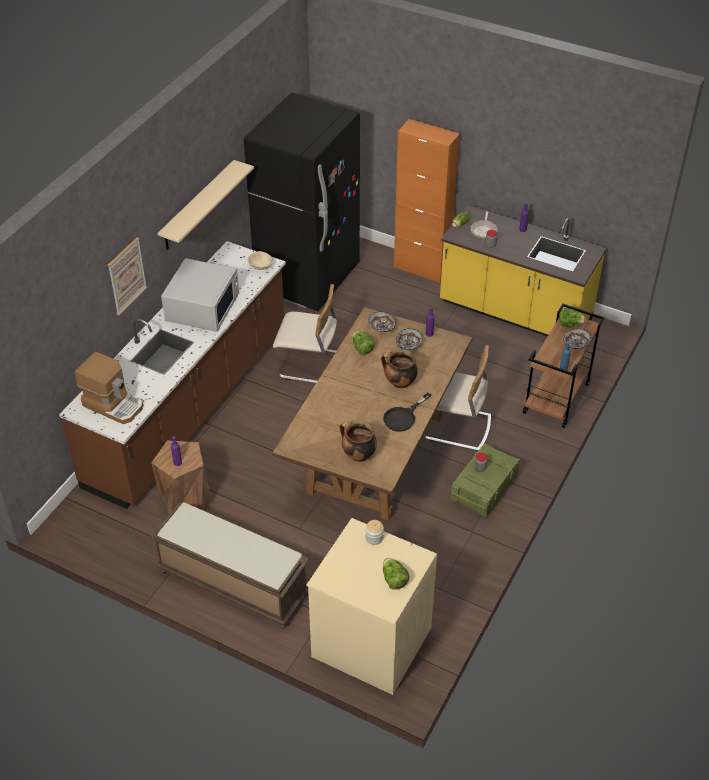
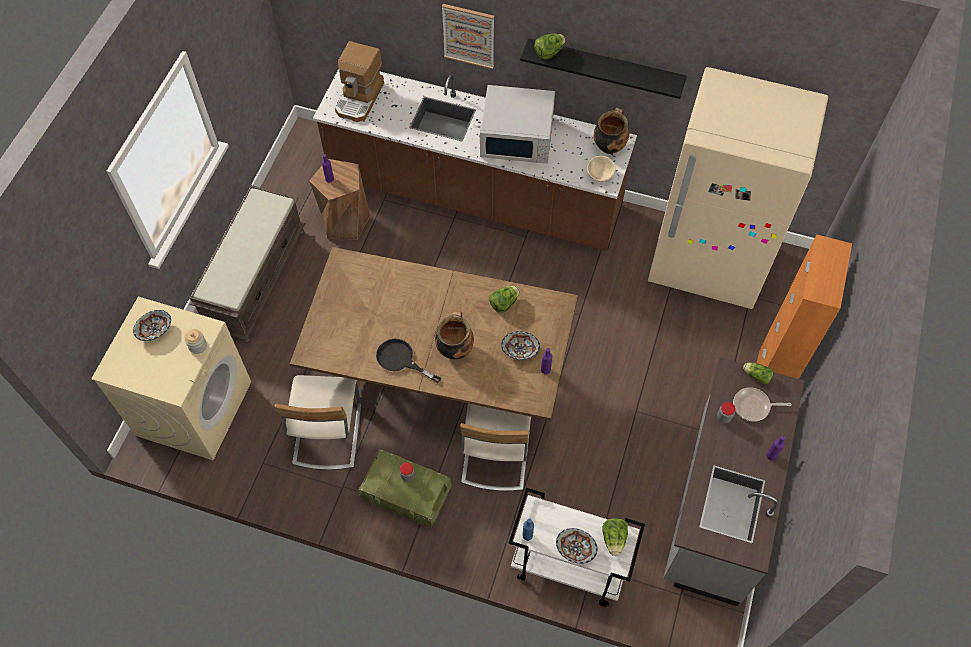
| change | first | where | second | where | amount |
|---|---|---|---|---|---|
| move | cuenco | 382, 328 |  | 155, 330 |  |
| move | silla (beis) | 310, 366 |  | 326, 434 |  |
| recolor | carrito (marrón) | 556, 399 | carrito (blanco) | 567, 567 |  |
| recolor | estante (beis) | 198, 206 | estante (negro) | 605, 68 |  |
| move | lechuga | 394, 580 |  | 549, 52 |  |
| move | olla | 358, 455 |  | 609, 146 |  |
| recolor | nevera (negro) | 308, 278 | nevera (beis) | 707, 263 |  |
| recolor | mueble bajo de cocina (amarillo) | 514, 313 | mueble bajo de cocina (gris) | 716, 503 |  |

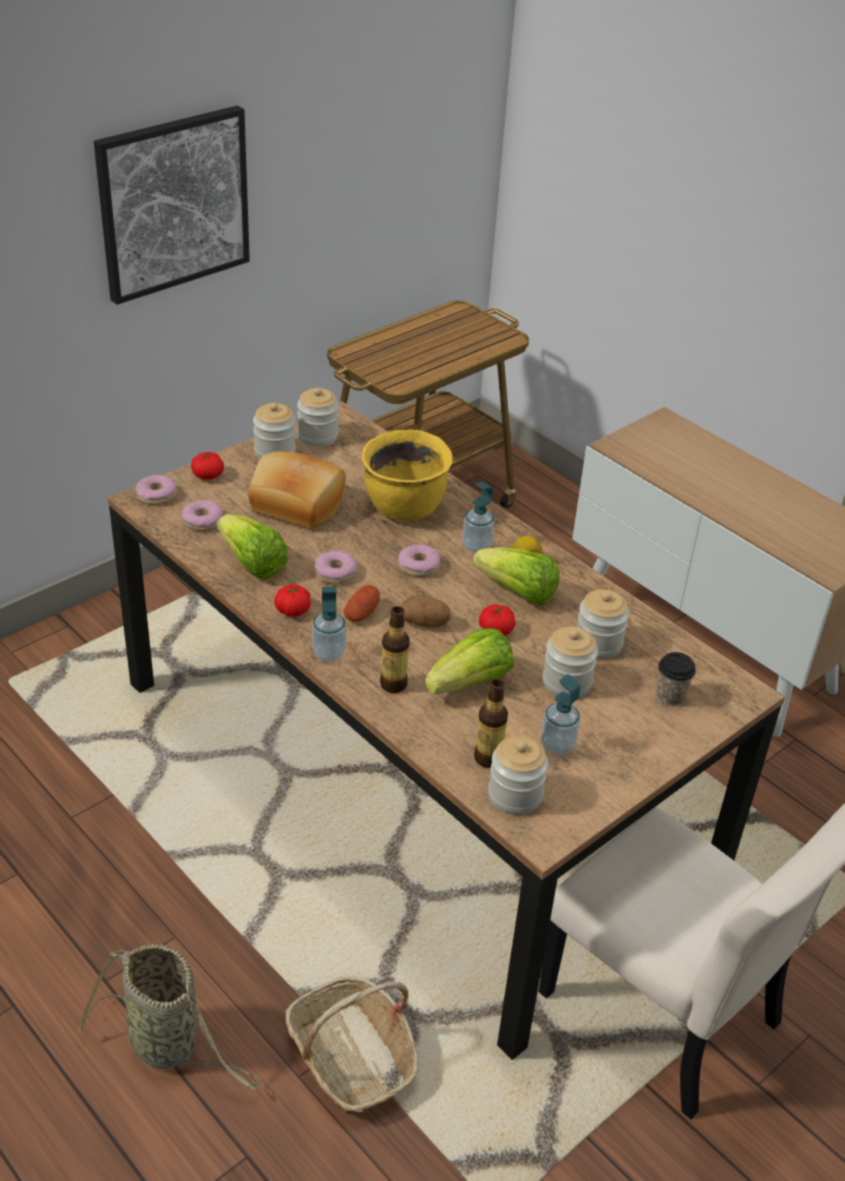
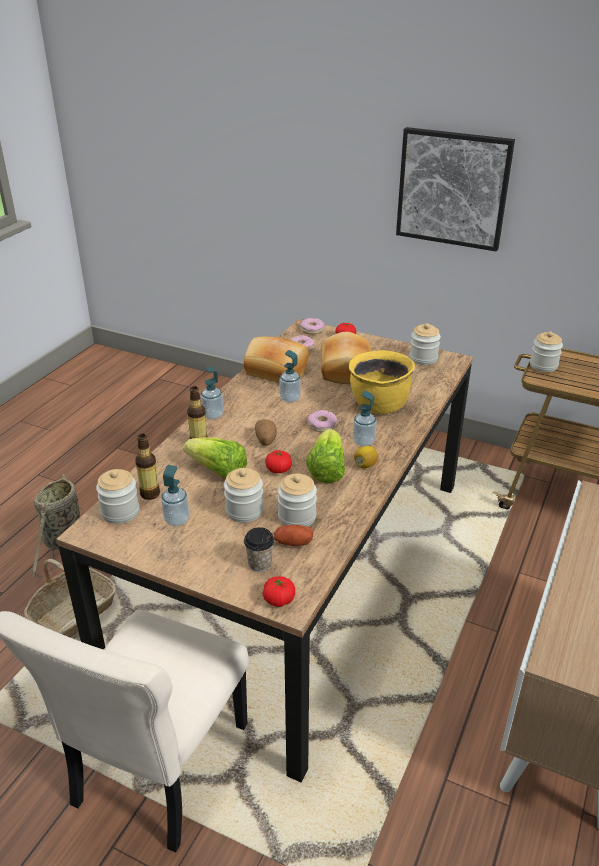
| change | first | where | second | where | amount |
|---|---|---|---|---|---|
| replace | lechuga | 252, 563 | pan | 275, 371 |  |
| move | tomate | 293, 610 |  | 279, 599 |  |
| move | patata | 361, 613 |  | 293, 542 |  |
| replace | rosquilla | 335, 572 | dispensador de jabón | 290, 398 |  |
| move | tarro | 275, 452 |  | 543, 365 |  |

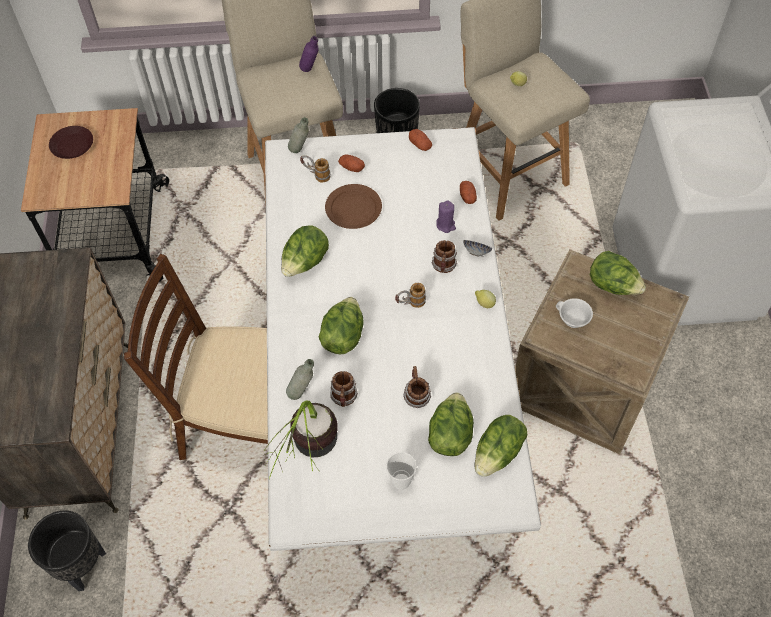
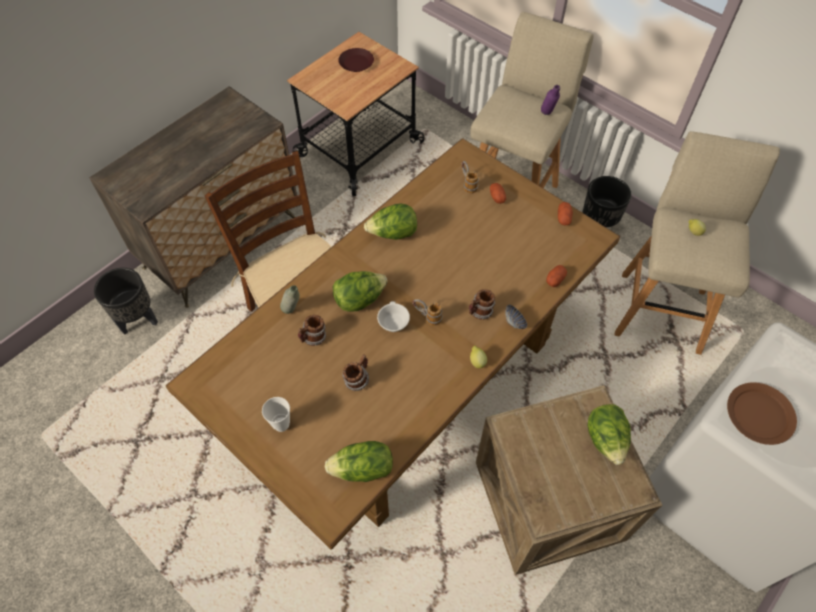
| change | first | where | second | where | amount |
|---|---|---|---|---|---|
| recolor | mesa de comedor (blanco) | 389, 393 | mesa de comedor (marrón) | 408, 382 |  |
| move | taza (blanco) | 572, 320 |  | 392, 323 |  |
| move | plato (marrón) | 354, 208 |  | 760, 415 |  |
| delete | planta en maceta | 310, 462 |  |  |  |
| delete | botella (gris) | 300, 152 |  |  |  |
| delete | lechuga | 450, 434 |  |  |  |
| delete | vela (morado) | 445, 225 |  |  |  |

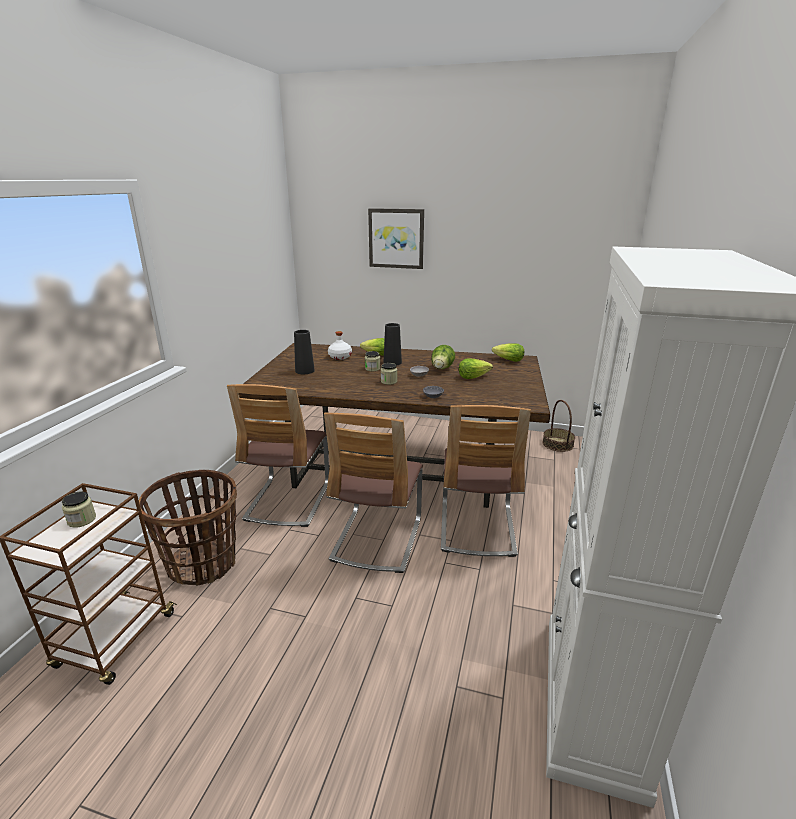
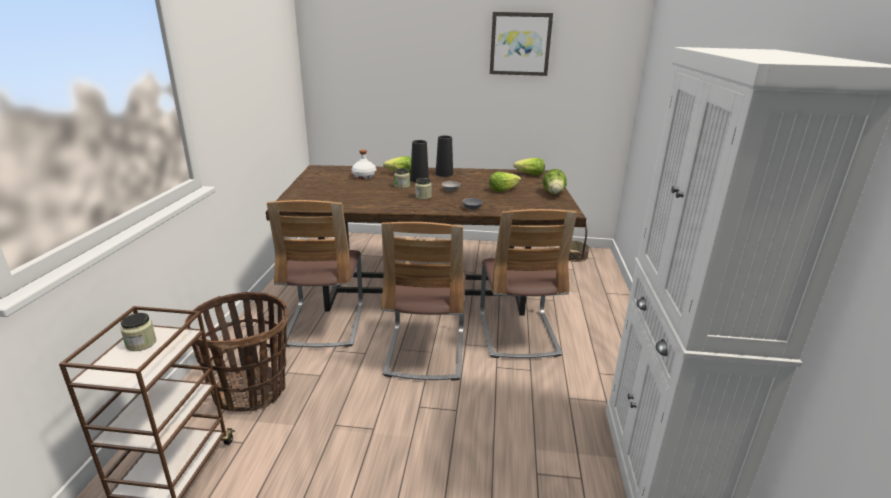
| change | first | where | second | where | amount |
|---|---|---|---|---|---|
| move | florero (negro) | 304, 371 |  | 444, 174 |  |
| move | cuadro | 396, 238 |  | 520, 44 |  |
| move | lechuga | 442, 369 |  | 554, 194 |  |

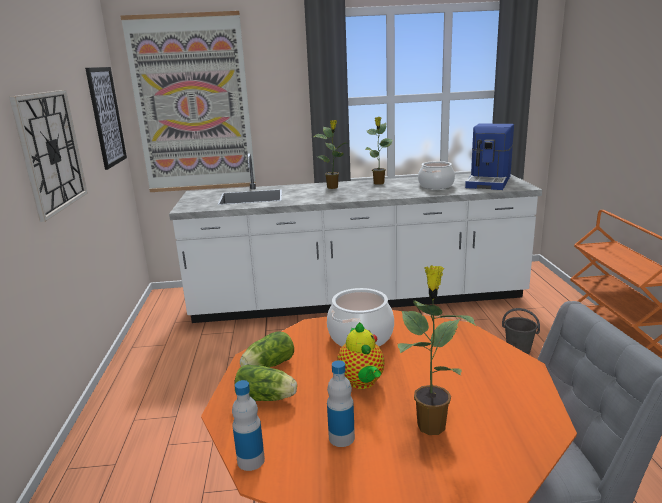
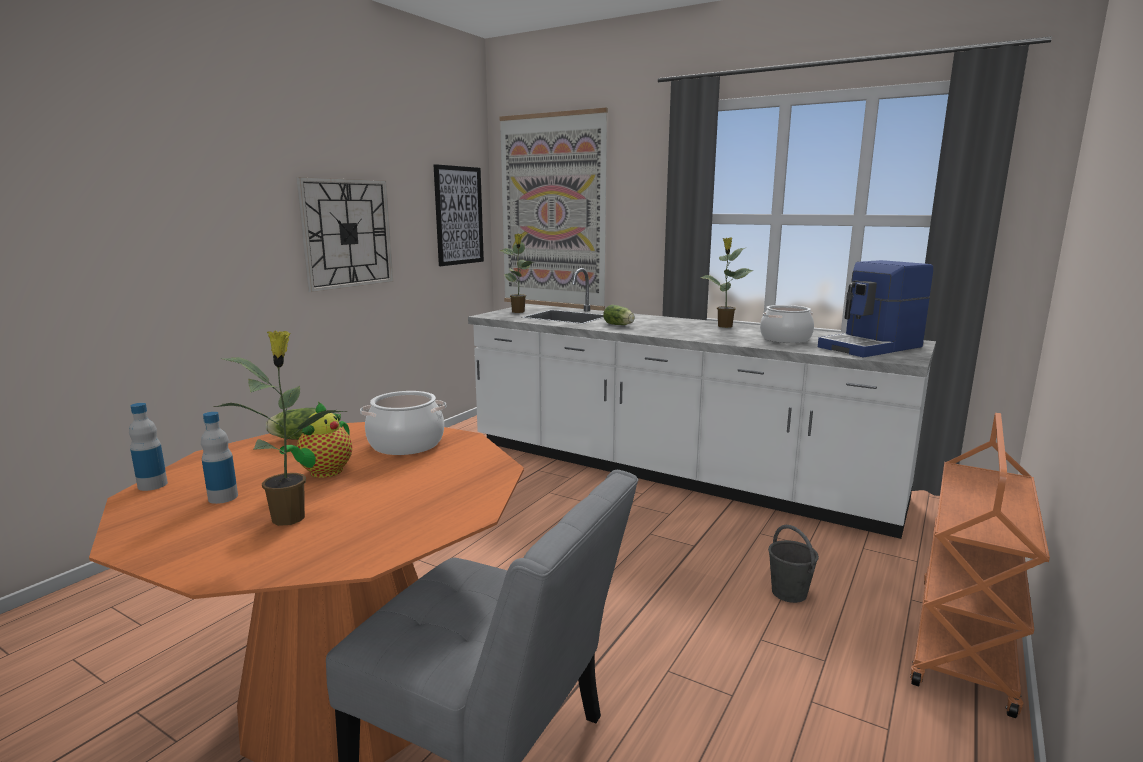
| change | first | where | second | where | amount |
|---|---|---|---|---|---|
| move | planta en maceta | 333, 187 |  | 518, 312 |  |
| move | lechuga | 267, 398 |  | 619, 325 |  |

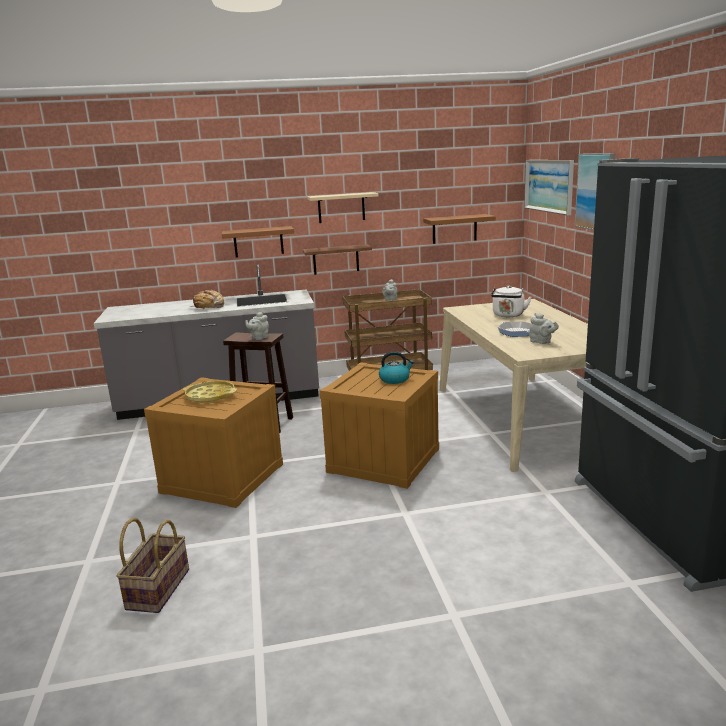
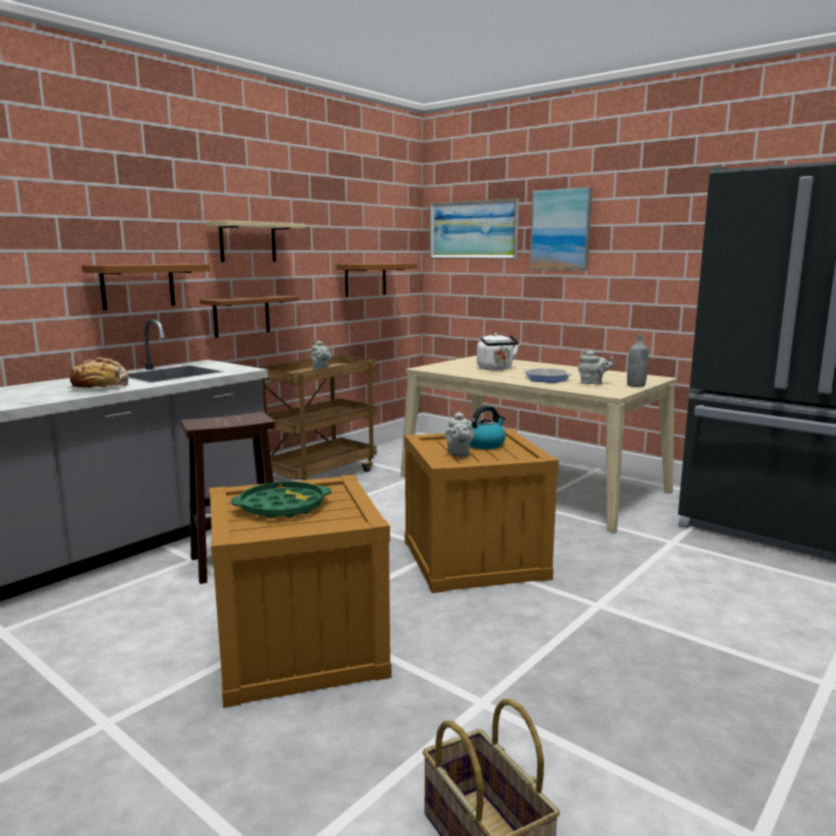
| change | first | where | second | where | amount |
|---|---|---|---|---|---|
| recolor | bandeja (amarillo) | 210, 396 | bandeja (verde) | 282, 507 |  |
| move | tetera (gris) | 259, 338 |  | 458, 454 |  |
| insert |  |  | botella (gris) | 636, 385 |  |

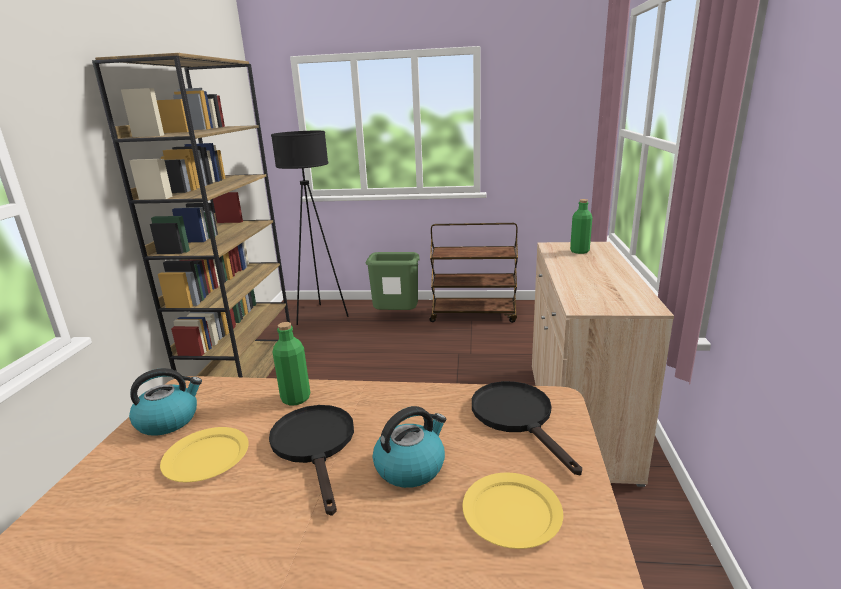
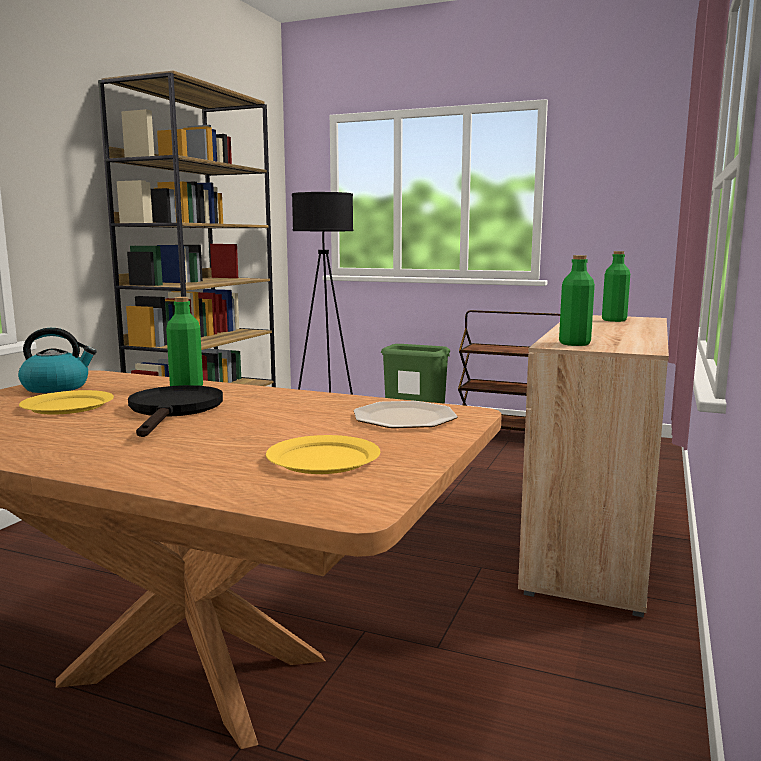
| change | first | where | second | where | amount |
|---|---|---|---|---|---|
| replace | sartén (negro) | 518, 418 | plato | 405, 417 |  |
| insert |  |  | botella (verde) | 574, 343 |  |
| delete | hervidor | 410, 466 |  |  |  |

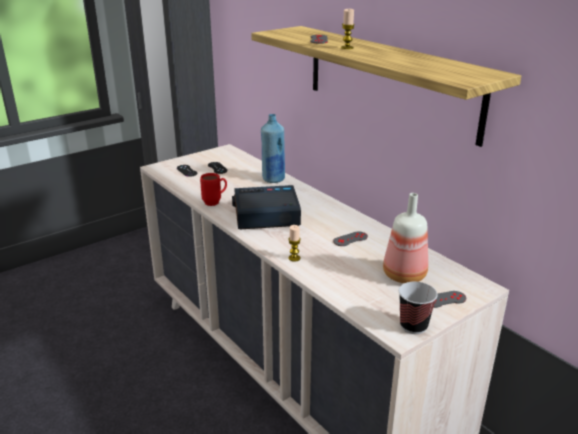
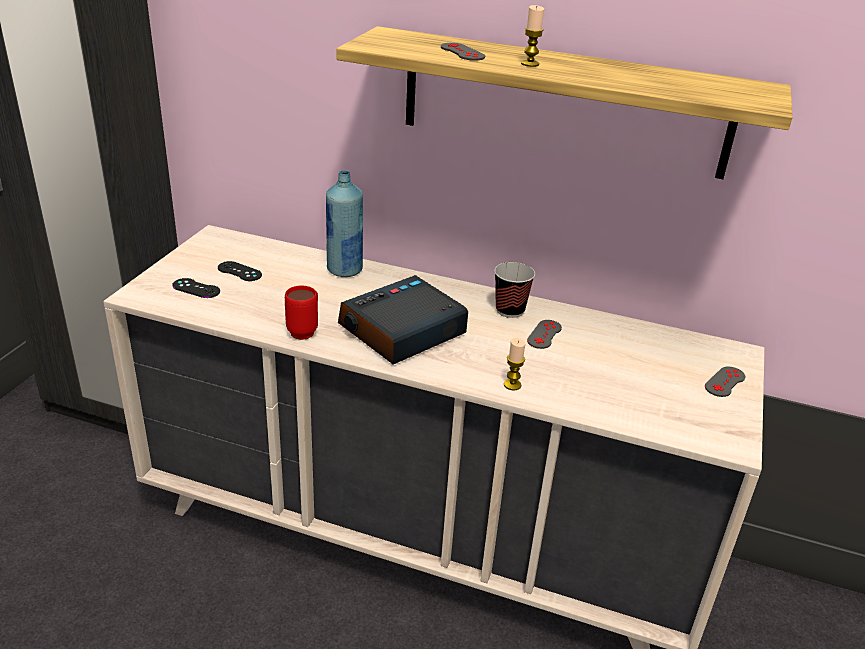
| change | first | where | second | where | amount |
|---|---|---|---|---|---|
| move | taza | 413, 326 |  | 510, 310 |  |
| delete | botella | 402, 275 |  |  |  |

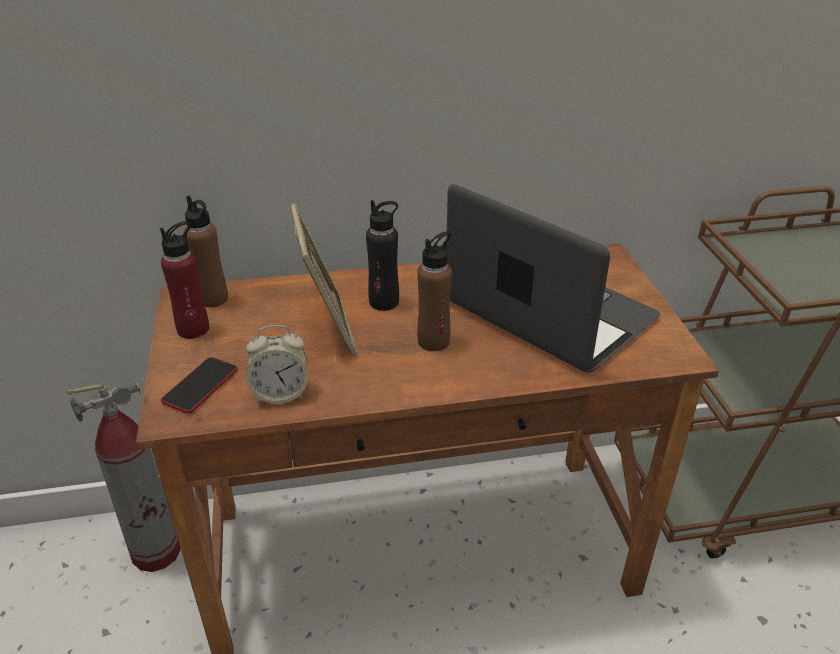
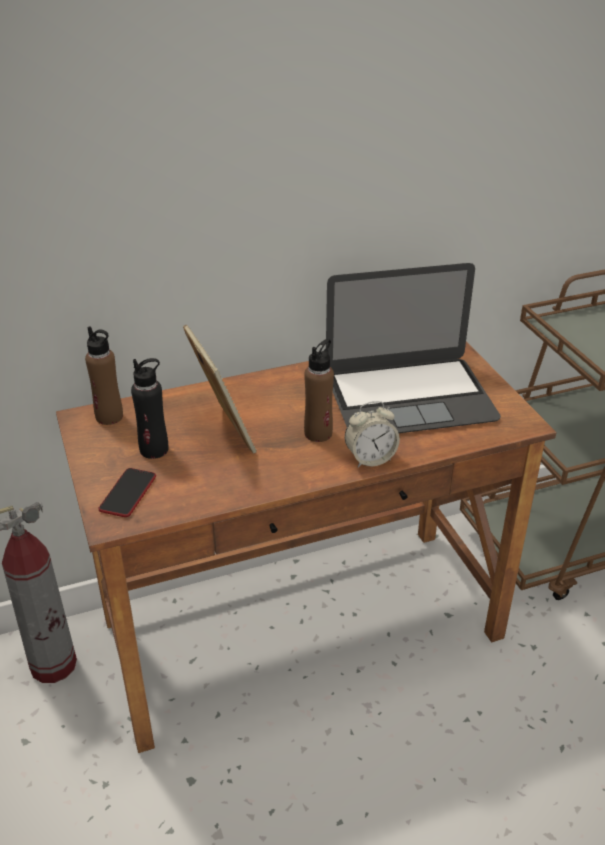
| change | first | where | second | where | amount |
|---|---|---|---|---|---|
| move | botella (negro) | 384, 302 |  | 154, 449 |  |
| rotate | portátil | 550, 310 |  | 409, 397 | 135 degrees clockwise |
| move | despertador | 280, 393 |  | 370, 458 |  |
| delete | botella (rojo) | 193, 329 |  |  |  |

